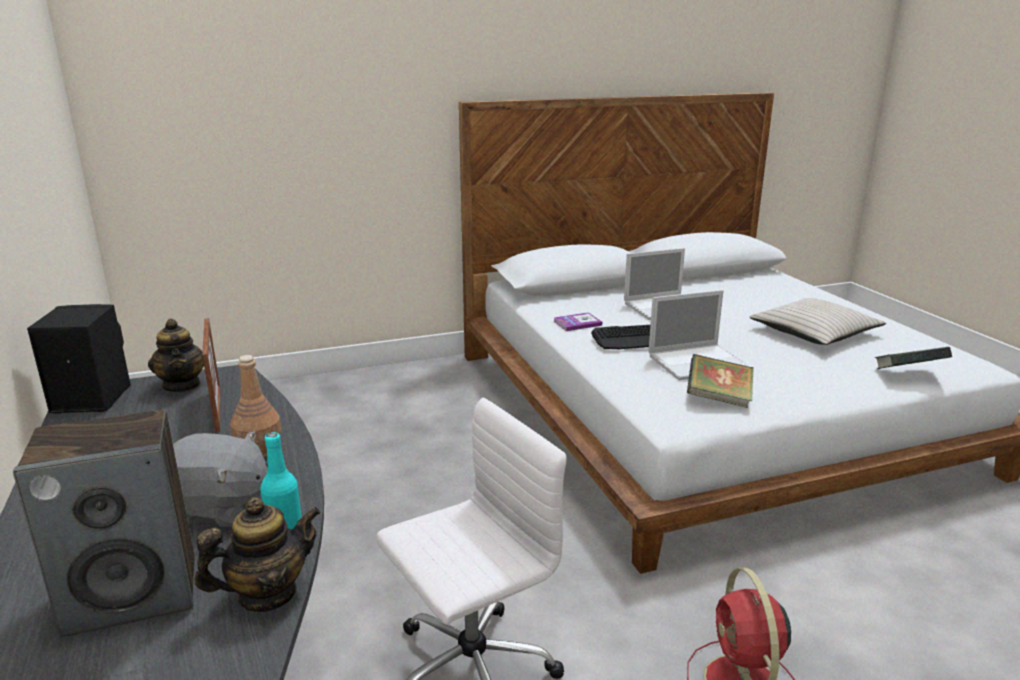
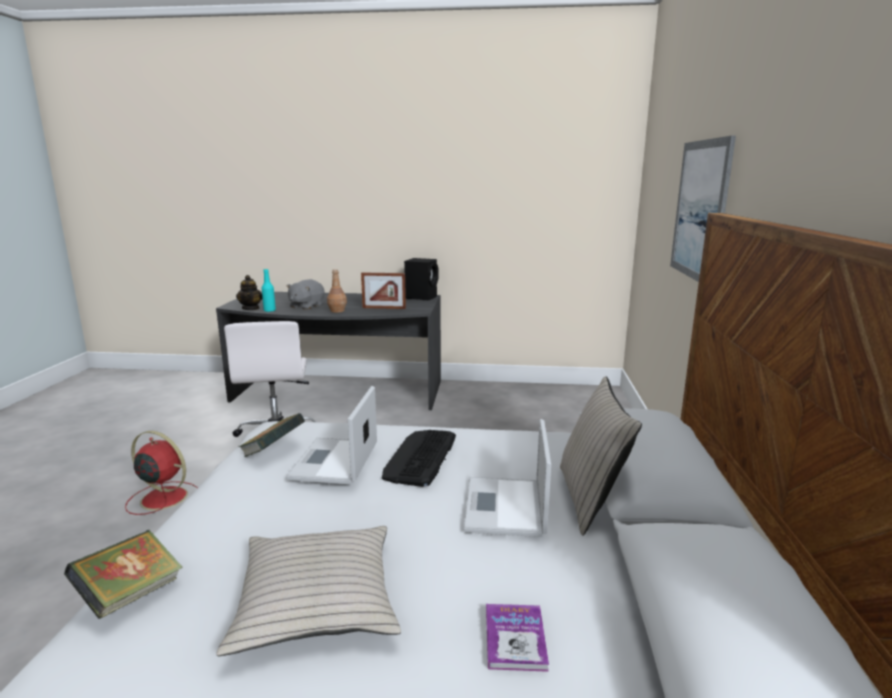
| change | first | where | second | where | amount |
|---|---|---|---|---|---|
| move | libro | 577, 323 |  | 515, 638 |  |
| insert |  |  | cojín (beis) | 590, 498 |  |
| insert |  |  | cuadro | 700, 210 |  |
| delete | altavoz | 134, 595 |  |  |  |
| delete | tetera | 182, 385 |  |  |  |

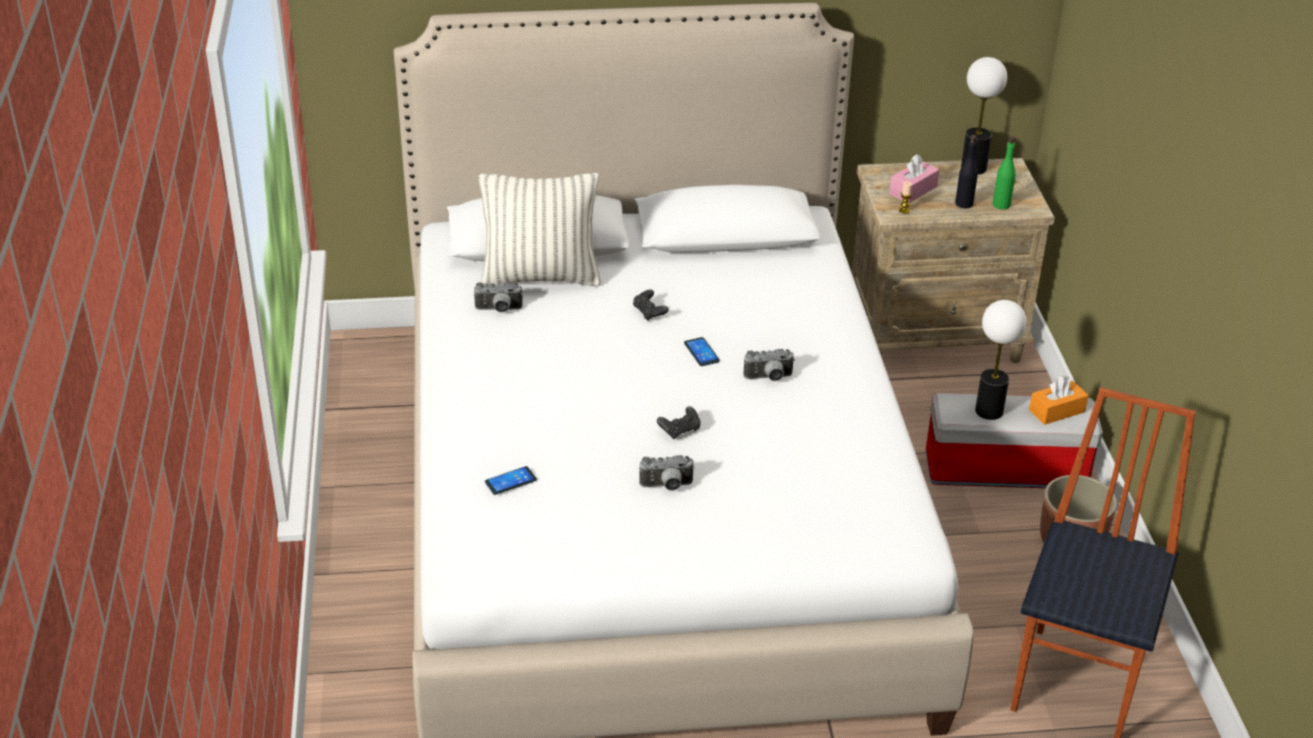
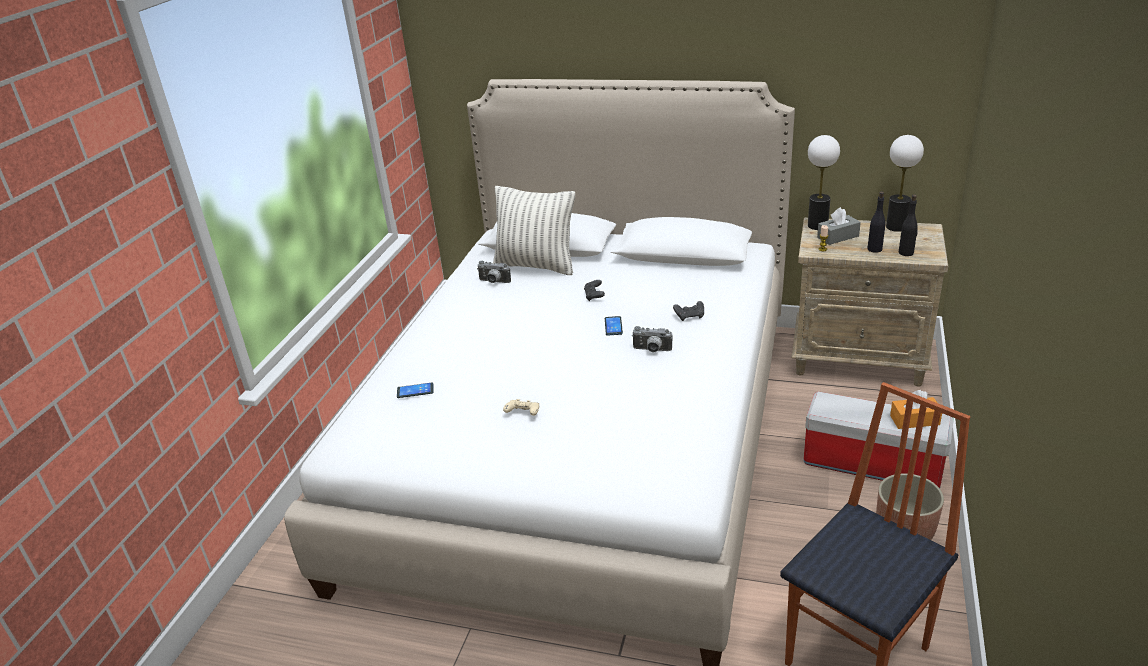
| change | first | where | second | where | amount |
|---|---|---|---|---|---|
| replace | cámara | 667, 487 | mando de consola (beis) | 523, 414 |  |
| move | mando de consola (negro) | 680, 430 |  | 690, 316 |  |
| move | lámpara de mesa | 989, 411 |  | 818, 226 |  |
| recolor | caja de pañuelos (rosa) | 913, 190 | caja de pañuelos (gris) | 838, 237 |  |
| recolor | botella (verde) | 1001, 205 | botella (negro) | 906, 253 |  |

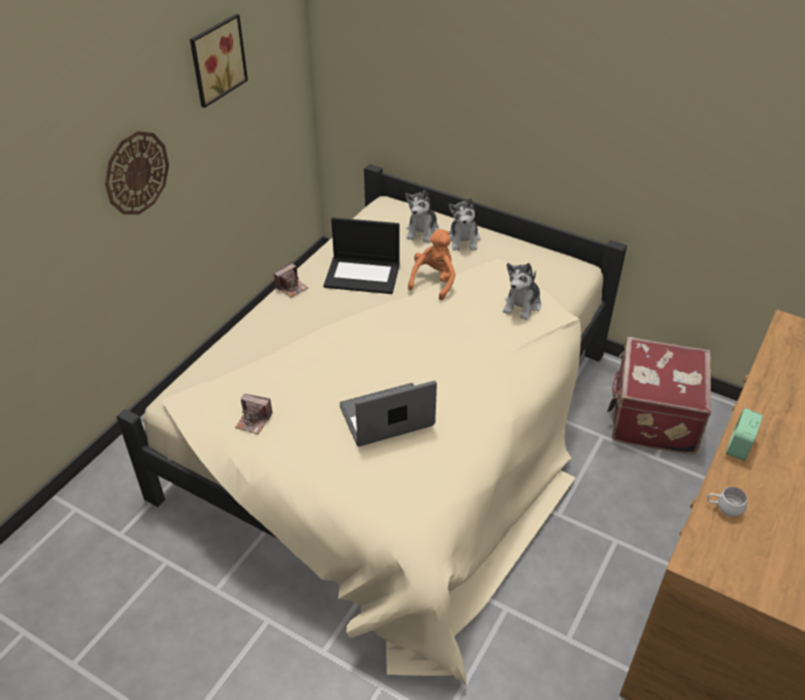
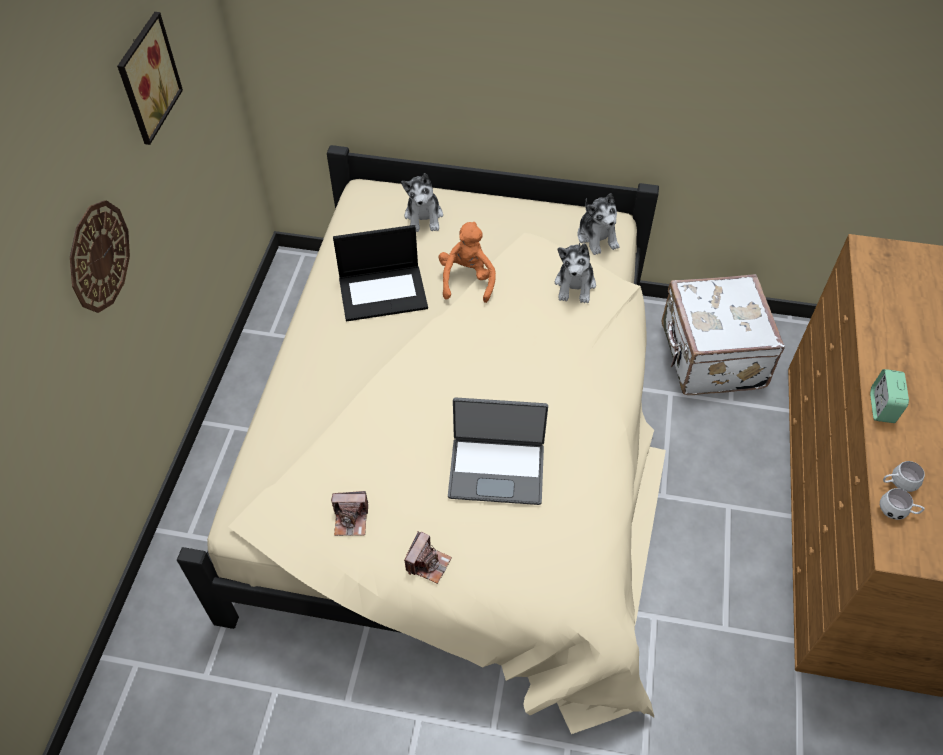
| change | first | where | second | where | amount |
|---|---|---|---|---|---|
| move | cámara | 291, 287 |  | 428, 563 |  |
| rotate | portátil | 387, 418 |  | 497, 469 | 135 degrees counterclockwise |
| move | peluche | 464, 239 |  | 597, 237 |  |
| recolor | maleta (rojo) | 652, 417 | maleta (blanco) | 710, 357 |  |
| insert |  |  | taza grande (blanco) | 897, 512 |  |

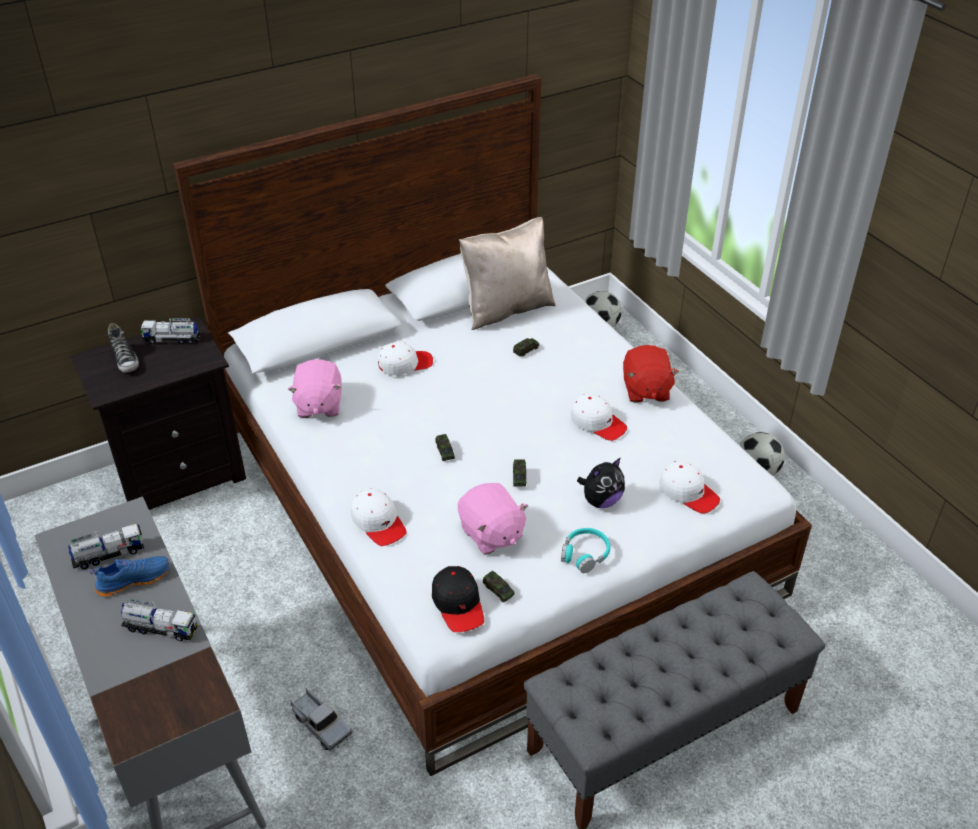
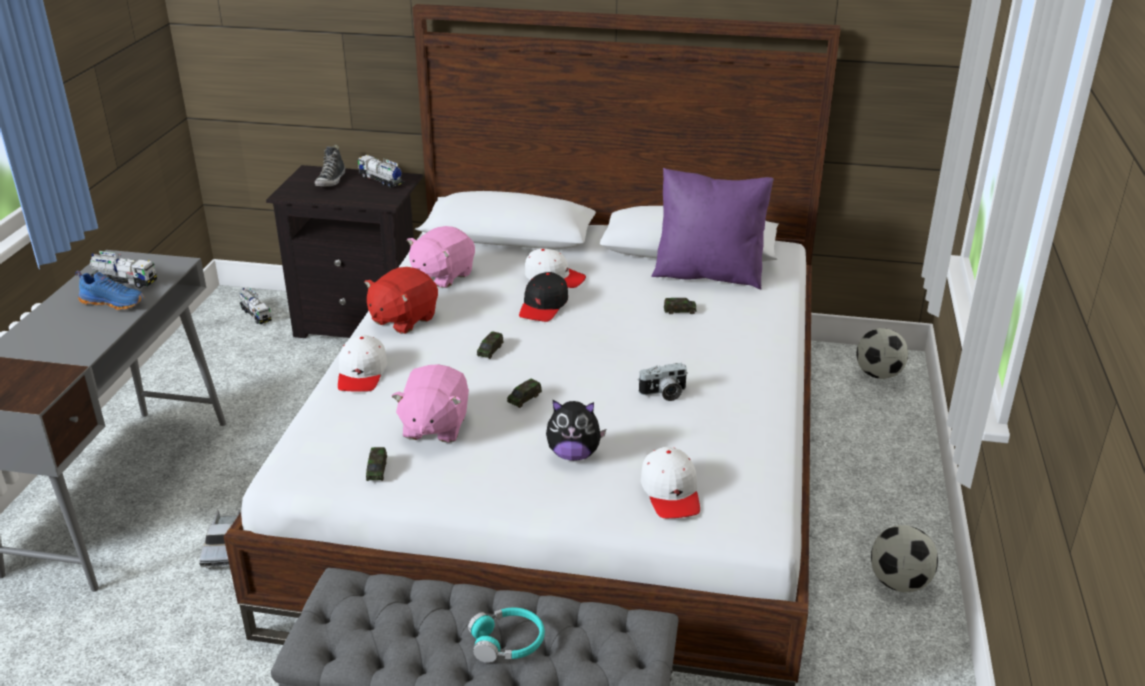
| change | first | where | second | where | amount |
|---|---|---|---|---|---|
| move | camión de juguete | 161, 629 |  | 256, 314 |  |
| move | peluche (rojo) | 645, 390 |  | 403, 319 |  |
| move | auriculares (turquesa) | 585, 554 |  | 507, 642 |  |
| move | gorra (negro) | 458, 604 |  | 543, 306 |  |
| replace | gorra (blanco) | 597, 423 | cámara | 664, 393 |  |
| recolor | cojín (beis) | 506, 309 | cojín (morado) | 708, 274 |  |

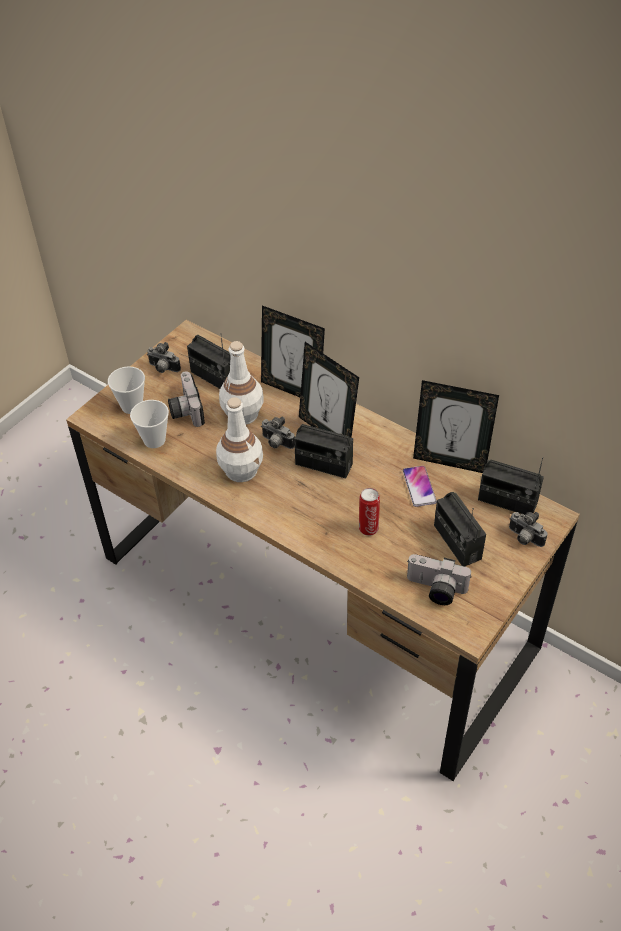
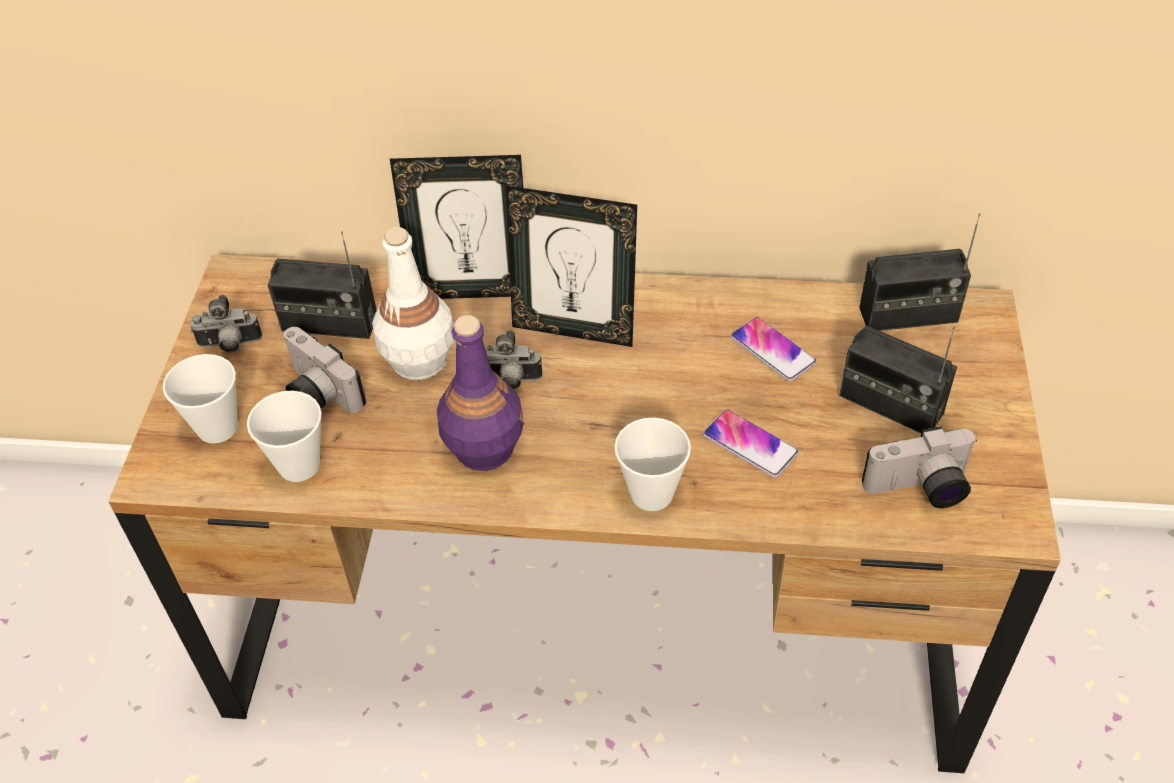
| change | first | where | second | where | amount |
|---|---|---|---|---|---|
| recolor | botella (blanco) | 241, 470 | botella (morado) | 484, 447 |  |
| insert |  |  | taza | 651, 494 |  |
| replace | lata | 368, 528 | móvil | 750, 444 |  |
| delete | radio | 323, 464 |  |  |  |
| delete | portarretratos | 450, 461 |  |  |  |
| delete | cámara | 524, 538 |  |  |  |

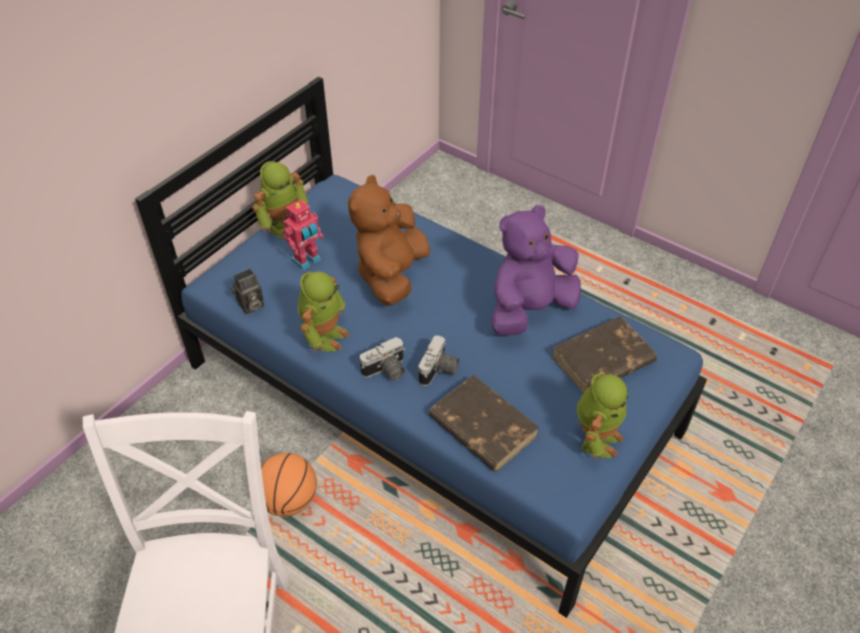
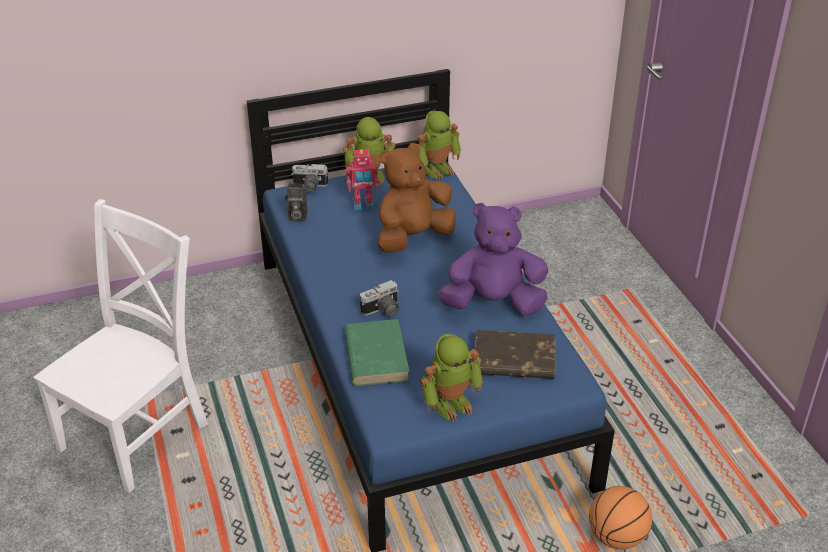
| change | first | where | second | where | amount |
|---|---|---|---|---|---|
| move | cámara | 386, 371 |  | 309, 187 |  |
| recolor | libro (marrón) | 482, 426 | libro (verde) | 376, 356 |  |
| move | robot de juguete | 324, 335 |  | 437, 169 |  |
| move | balón de baloncesto | 289, 500 |  | 616, 537 |  |

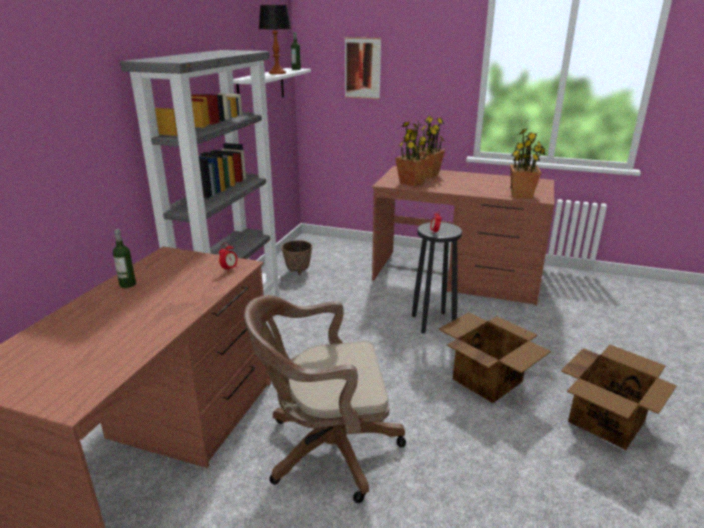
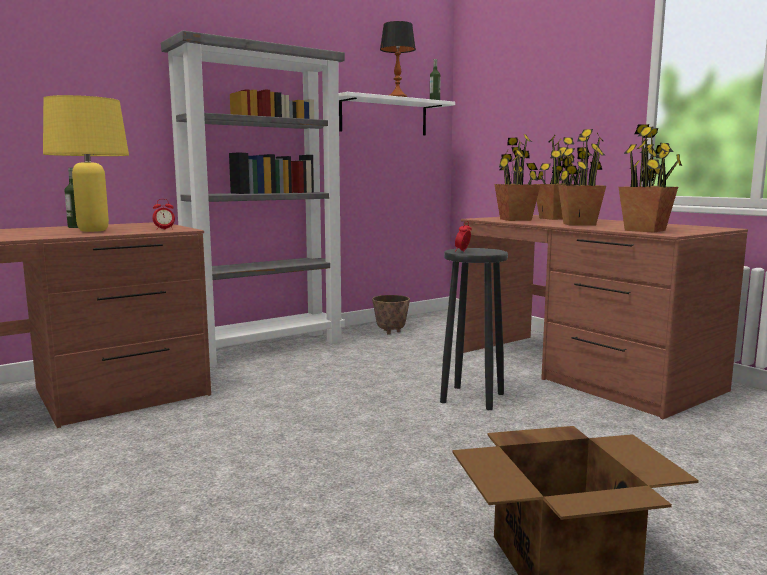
| change | first | where | second | where | amount |
|---|---|---|---|---|---|
| insert |  |  | lámpara de mesa (amarillo) | 92, 230 |  |
| insert |  |  | planta en maceta | 578, 224 |  |
| delete | silla de oficina (marrón) | 325, 449 |  |  |  |
| delete | cuadro | 362, 68 |  |  |  |
| delete | caja de cartón | 486, 379 |  |  |  |

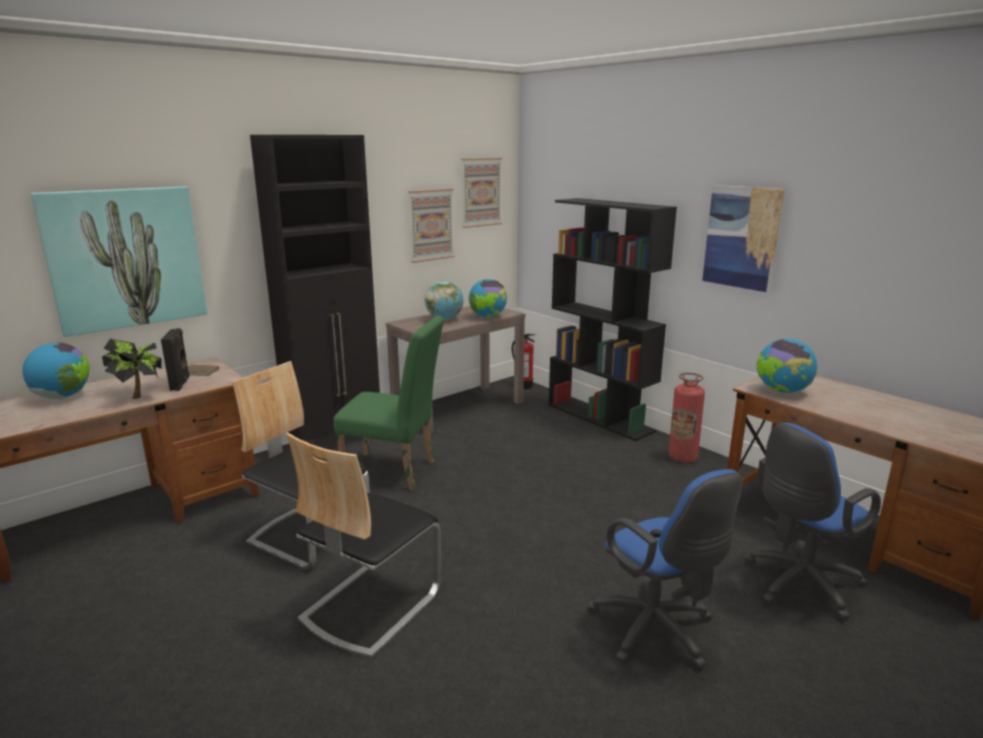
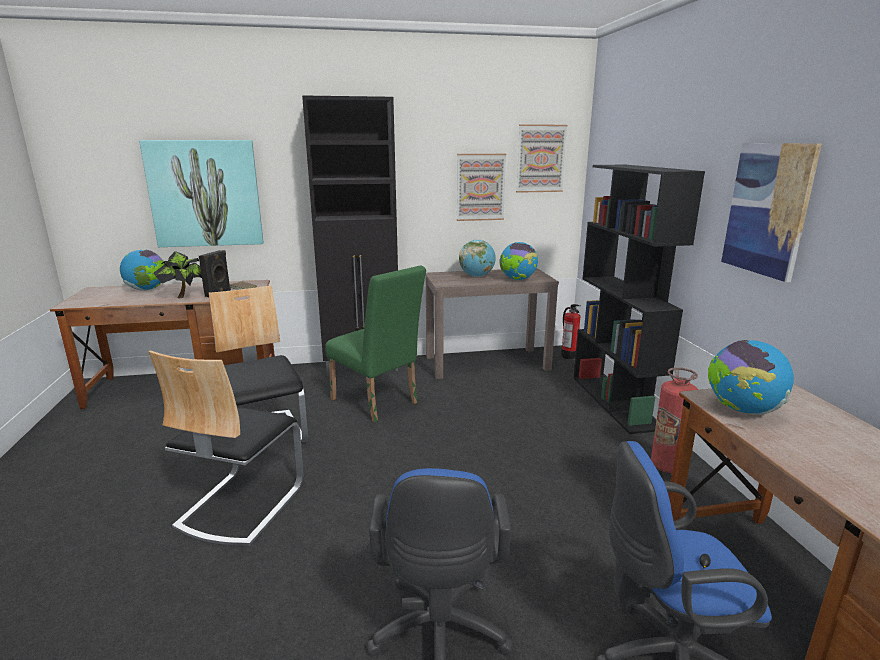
| change | first | where | second | where | amount |
|---|---|---|---|---|---|
| rotate | silla | 370, 605 |  | 240, 505 | 45 degrees counterclockwise |

